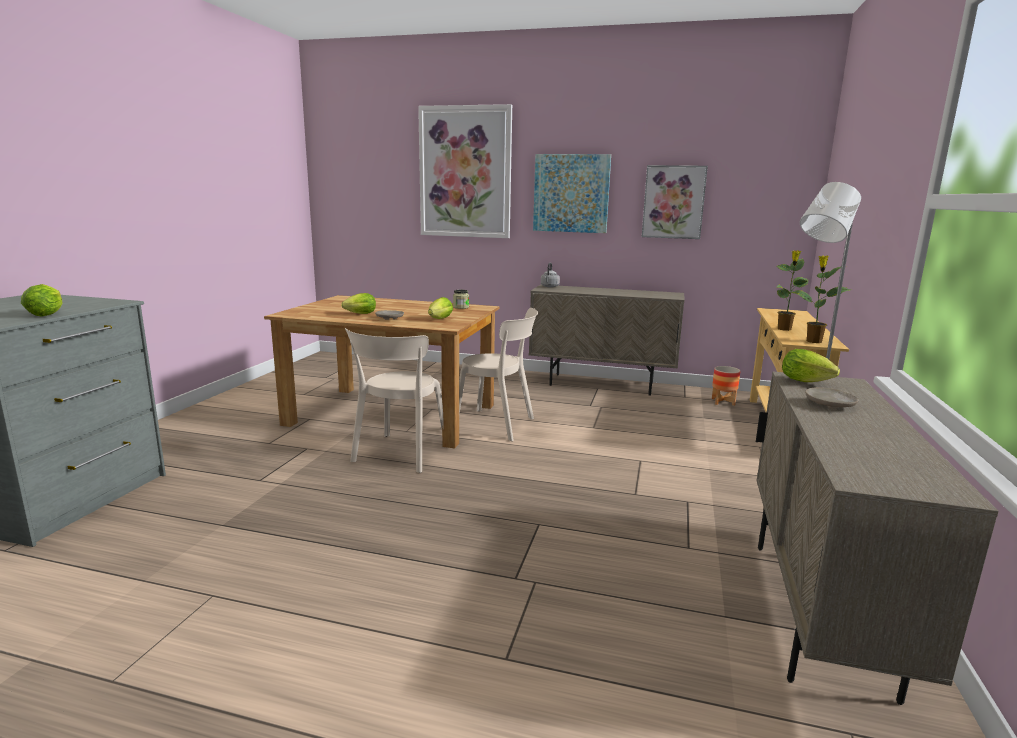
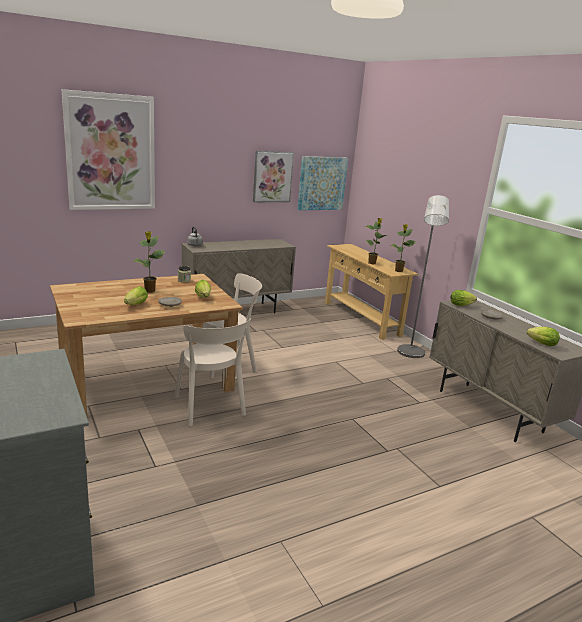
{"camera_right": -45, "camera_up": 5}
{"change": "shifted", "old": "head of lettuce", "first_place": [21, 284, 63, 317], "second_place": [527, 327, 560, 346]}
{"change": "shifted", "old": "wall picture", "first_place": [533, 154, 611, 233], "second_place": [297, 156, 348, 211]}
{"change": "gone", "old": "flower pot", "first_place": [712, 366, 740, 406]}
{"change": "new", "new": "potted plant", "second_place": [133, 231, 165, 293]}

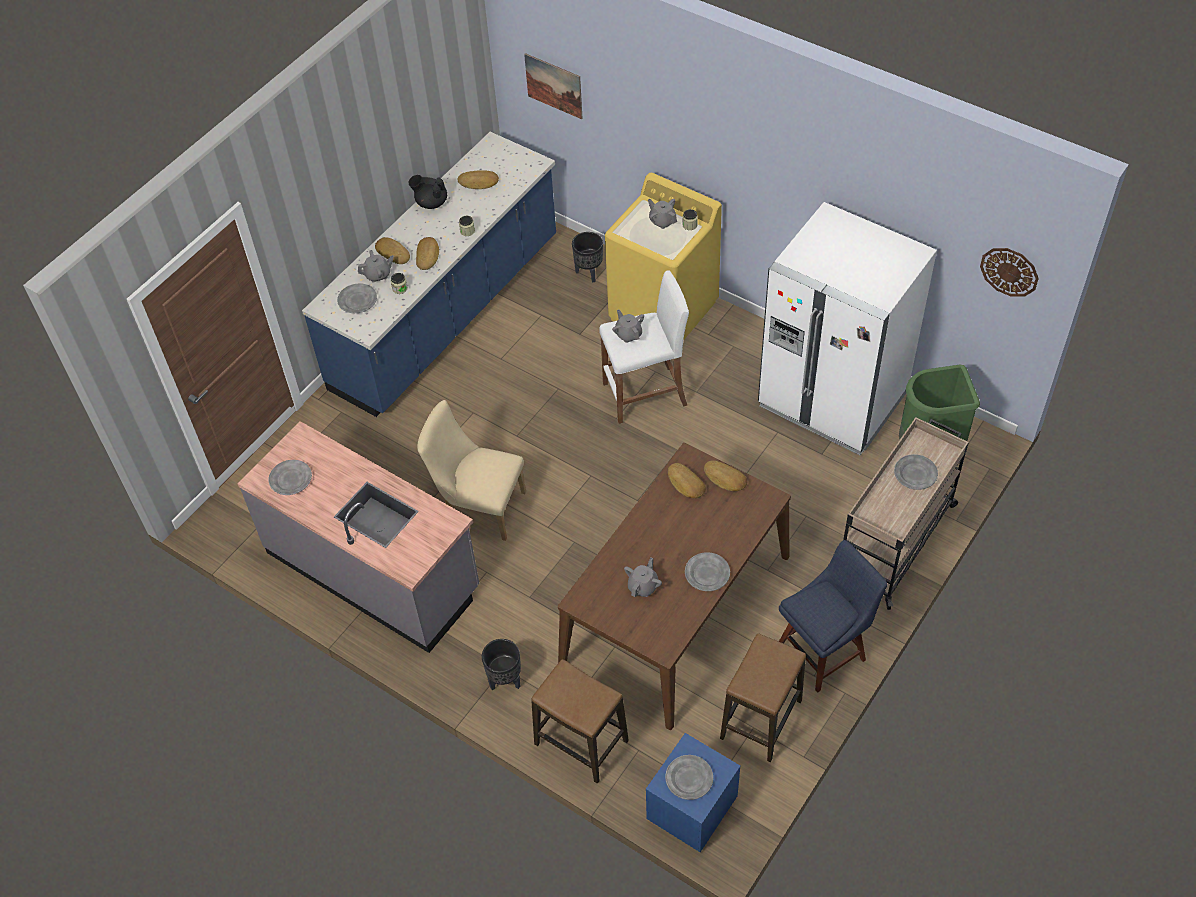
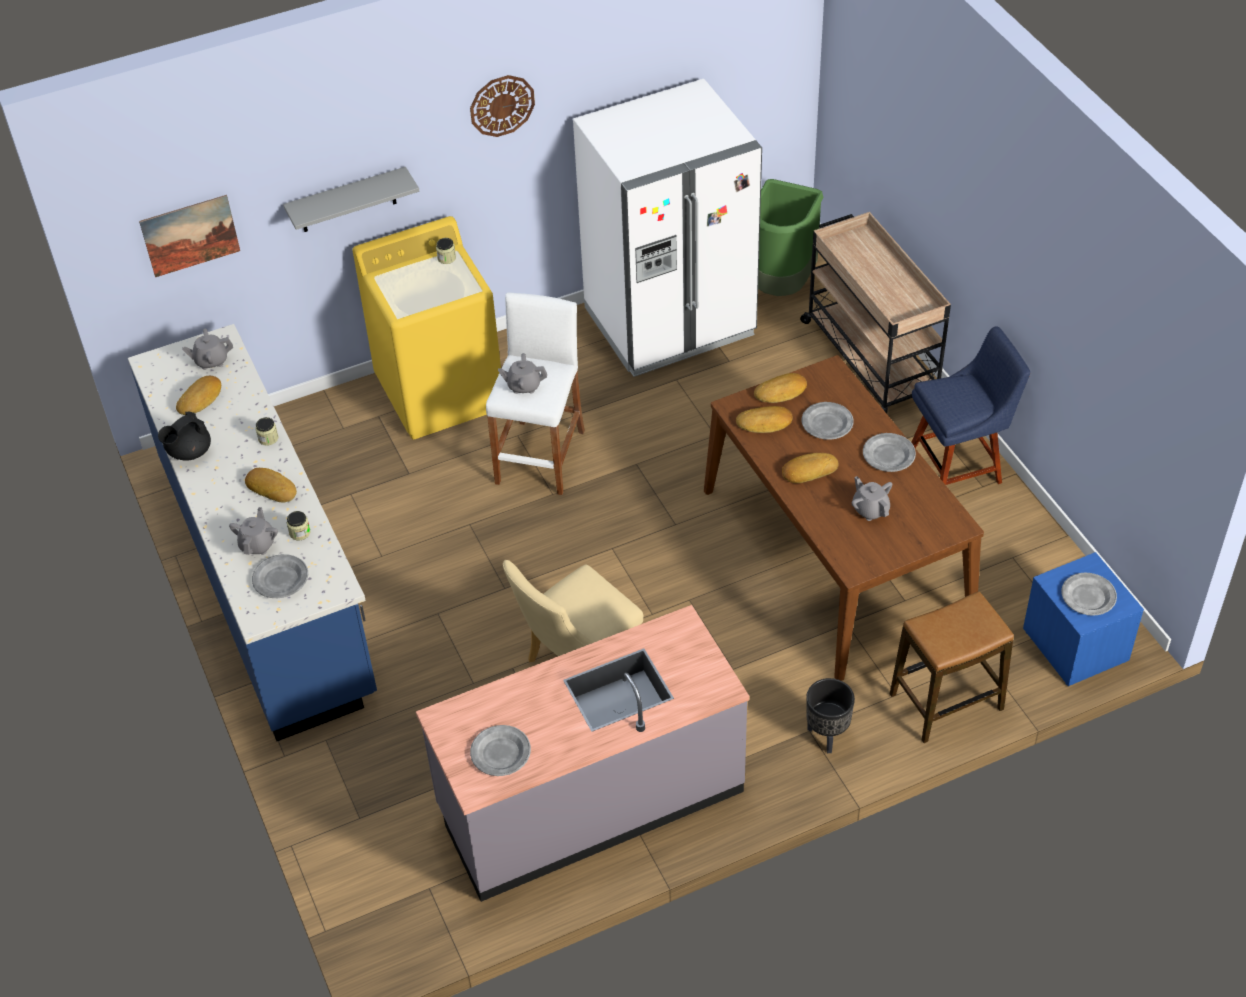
{"camera_right": -60, "camera_up": -5}
{"change": "shifted", "old": "bakery bread", "first_place": [375, 237, 410, 264], "second_place": [782, 453, 839, 483]}
{"change": "gone", "old": "black flower pot", "first_place": [572, 232, 603, 282]}
{"change": "shifted", "old": "gray tea pot", "first_place": [648, 199, 677, 229], "second_place": [182, 328, 233, 370]}
{"change": "gone", "old": "stool", "first_place": [720, 633, 806, 762]}
{"change": "rotated", "old": "blue chair", "first_place": [779, 540, 887, 693], "second_place": [911, 326, 1030, 485], "degrees": 75}
{"change": "shifted", "old": "gray flat dish", "first_place": [894, 454, 938, 490], "second_place": [802, 402, 854, 440]}
{"change": "shifted", "old": "hanging clock", "first_place": [980, 248, 1039, 297], "second_place": [470, 75, 535, 137]}
{"change": "new", "new": "gray wall shelf", "second_place": [283, 167, 419, 232]}

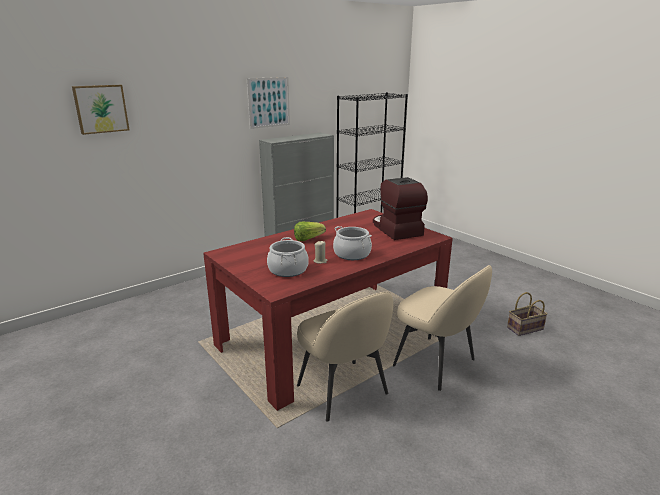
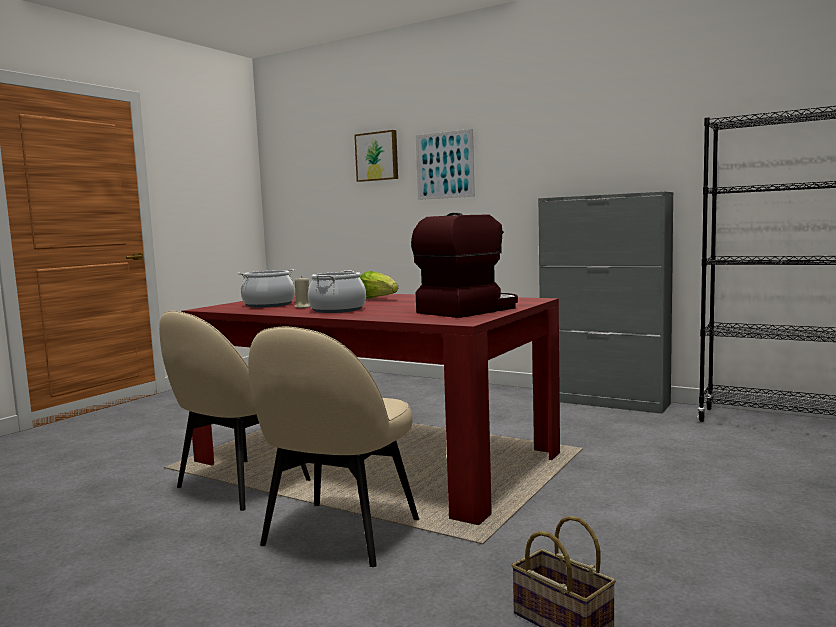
{"camera_right": 70, "camera_up": -15}
{"change": "shifted", "old": "wall picture", "first_place": [247, 77, 290, 129], "second_place": [416, 129, 475, 200]}

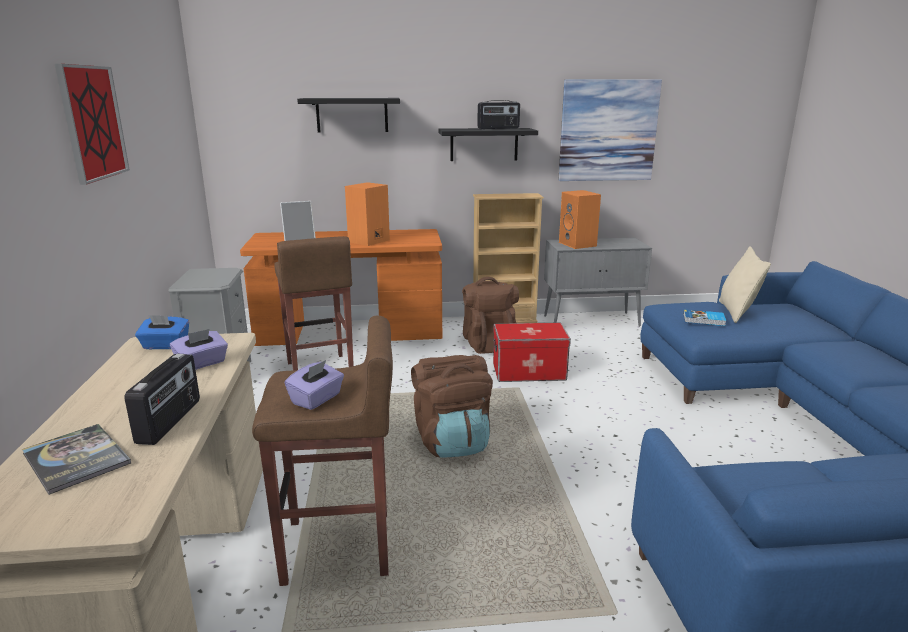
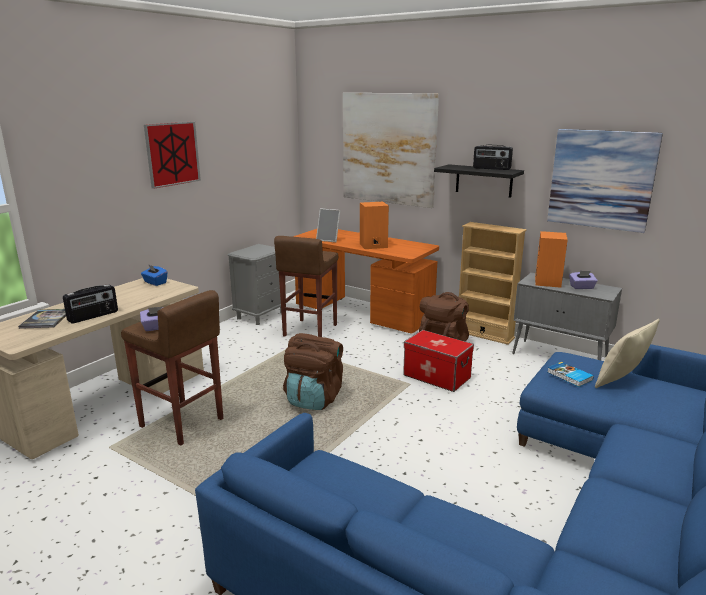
{"camera_right": 40, "camera_up": 0}
{"change": "shifted", "old": "purple-coloured tissue holder", "first_place": [170, 329, 228, 370], "second_place": [569, 271, 598, 289]}
{"change": "swapped", "old": "black wall shelf", "new": "wall picture", "first_place": [297, 98, 400, 132], "second_place": [343, 93, 439, 208]}

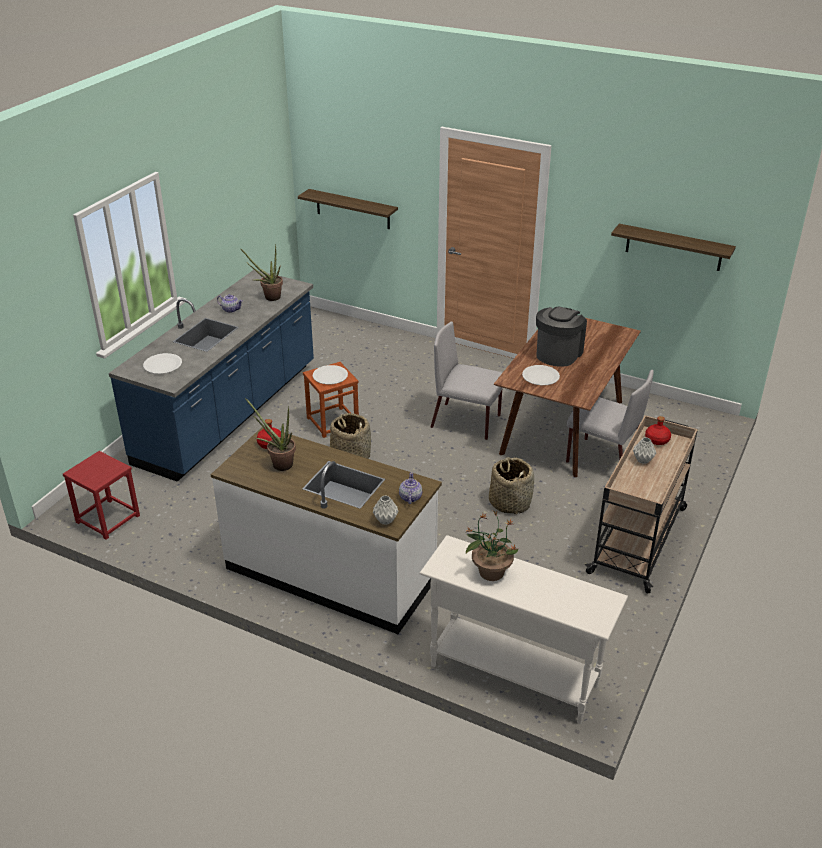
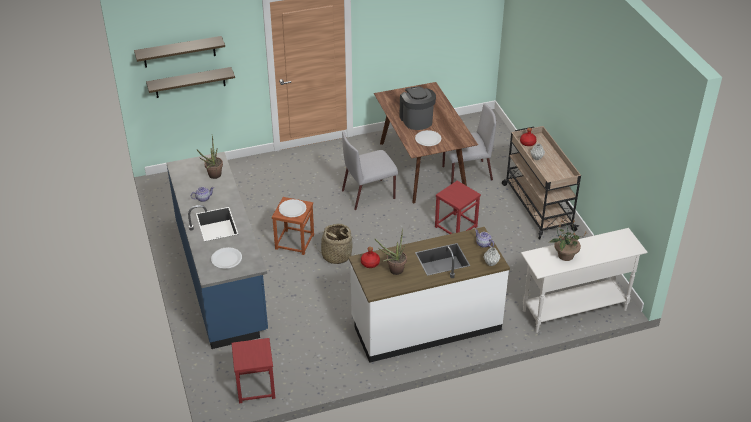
{"camera_right": -45, "camera_up": 5}
{"change": "swapped", "old": "storage basket", "new": "reddish stool", "first_place": [489, 457, 534, 514], "second_place": [435, 181, 481, 234]}
{"change": "shifted", "old": "wall shelf", "first_place": [611, 224, 736, 271], "second_place": [134, 36, 225, 68]}

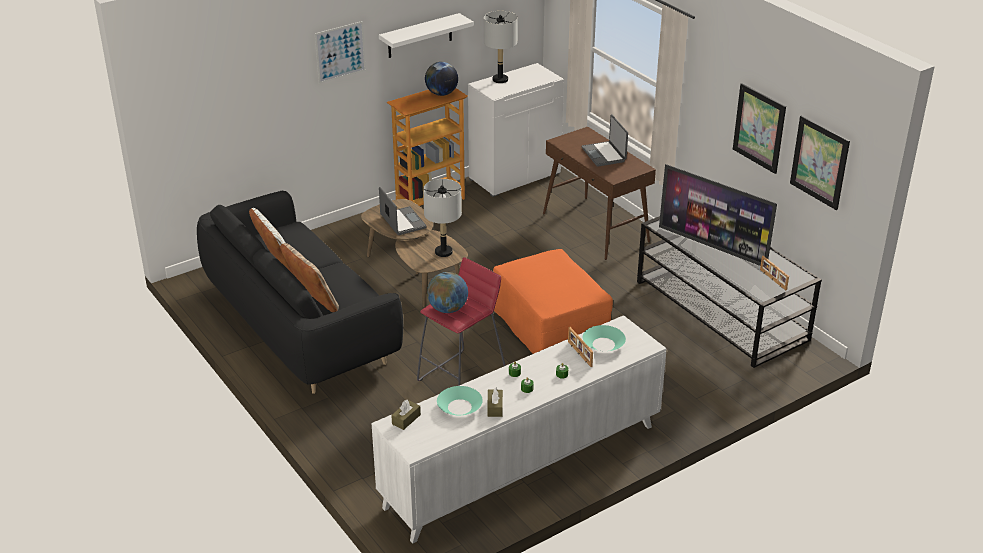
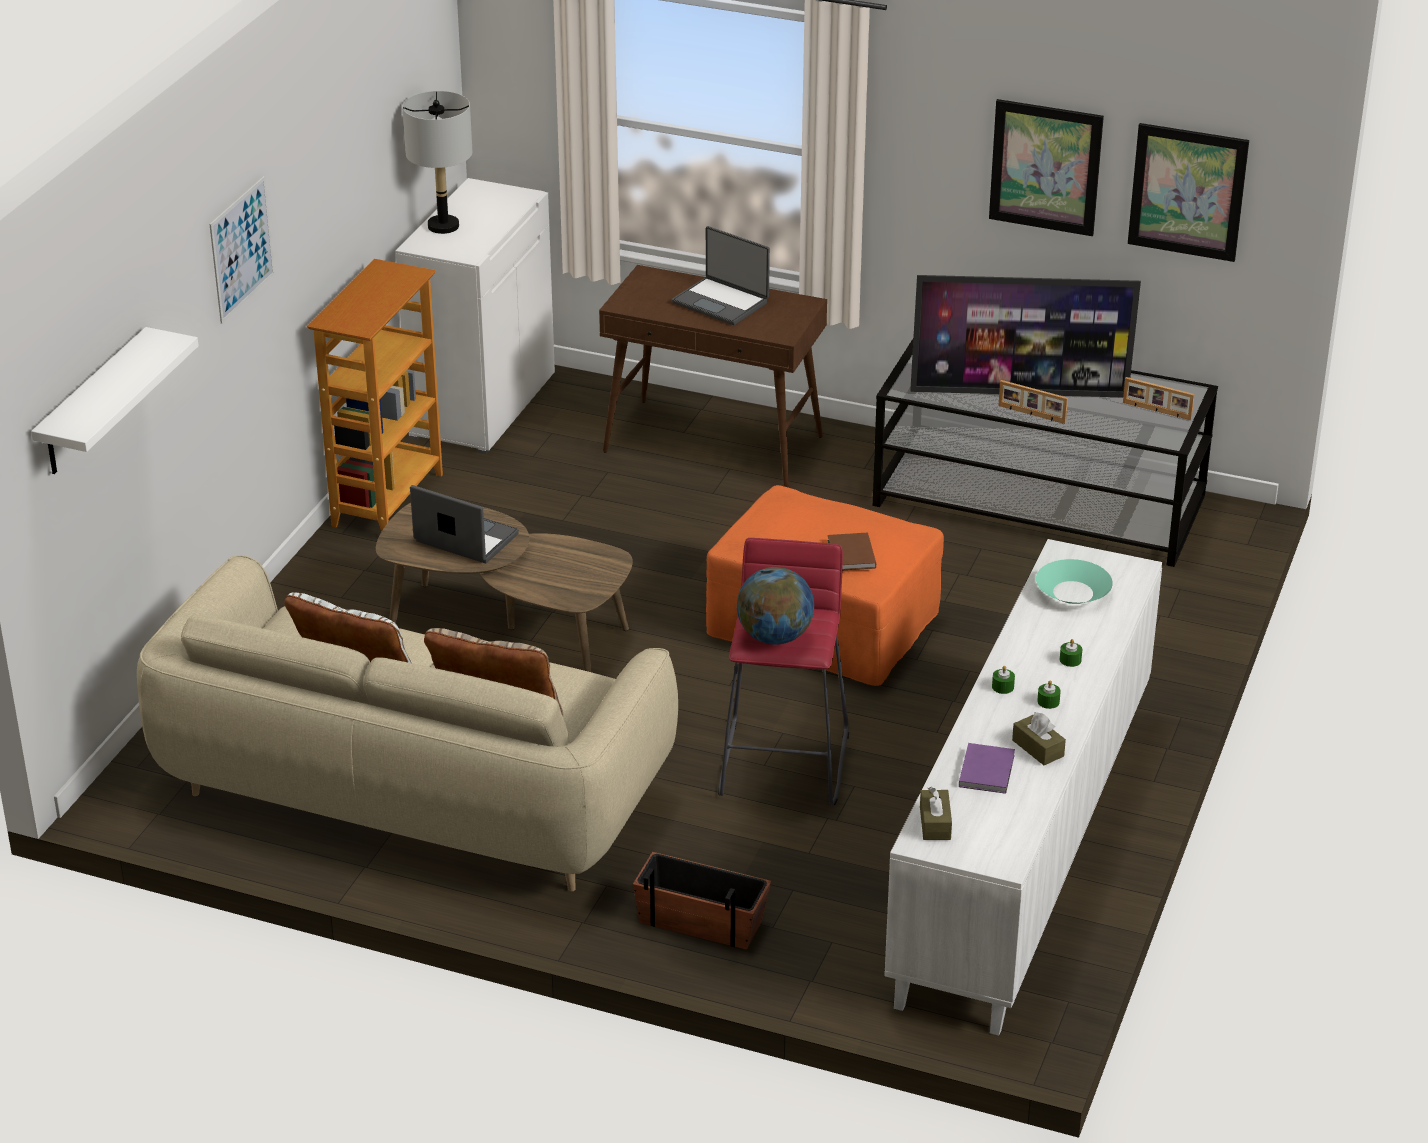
{"camera_right": -35, "camera_up": 0}
{"change": "repainted", "old": "black sofa", "new": "beige sofa", "first_place": [197, 191, 403, 394], "second_place": [137, 555, 678, 891]}
{"change": "shifted", "old": "white-coloured wall shelf", "first_place": [379, 13, 474, 58], "second_place": [31, 327, 199, 474]}
{"change": "gone", "old": "gray table lamp", "first_place": [423, 179, 462, 257]}
{"change": "gone", "old": "world globe", "first_place": [425, 62, 458, 96]}
{"change": "swapped", "old": "turquoise bowl", "new": "purple-coloured volume", "first_place": [437, 386, 483, 415], "second_place": [959, 743, 1015, 794]}
{"change": "shifted", "old": "photo frame", "first_place": [568, 327, 593, 367], "second_place": [998, 380, 1068, 424]}
{"change": "new", "new": "flower pot", "second_place": [633, 852, 771, 950]}
{"change": "new", "new": "brown volume", "second_place": [828, 532, 876, 570]}

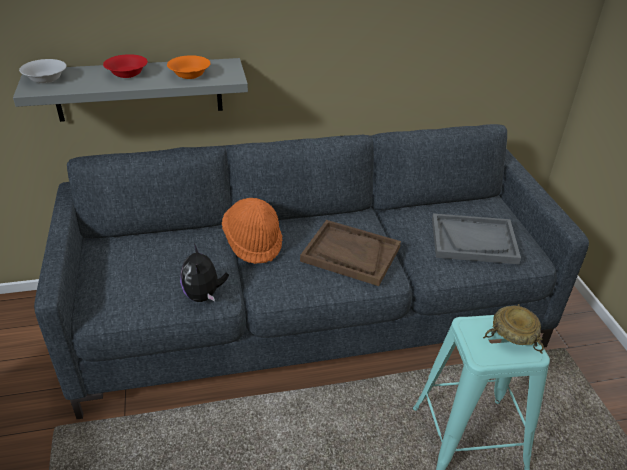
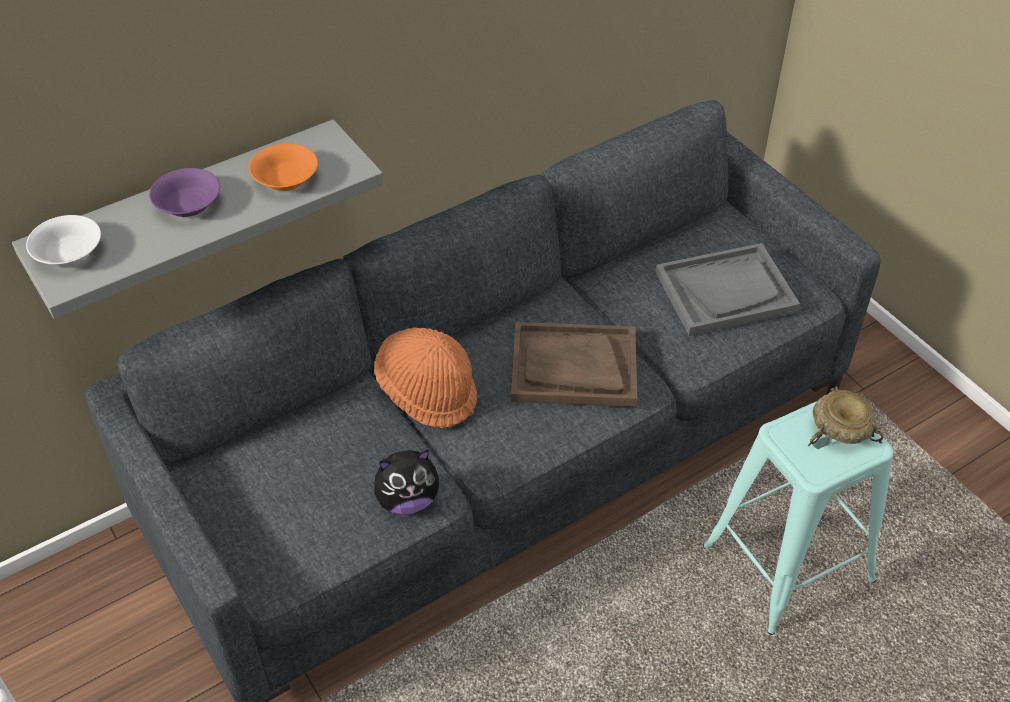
{"camera_right": -20, "camera_up": 10}
{"change": "repainted", "old": "reddish bowl", "new": "purple-coloured bowl", "first_place": [103, 54, 148, 78], "second_place": [149, 168, 220, 217]}
{"change": "rotated", "old": "plush toy", "first_place": [180, 244, 229, 302], "second_place": [374, 449, 439, 515], "degrees": -75}

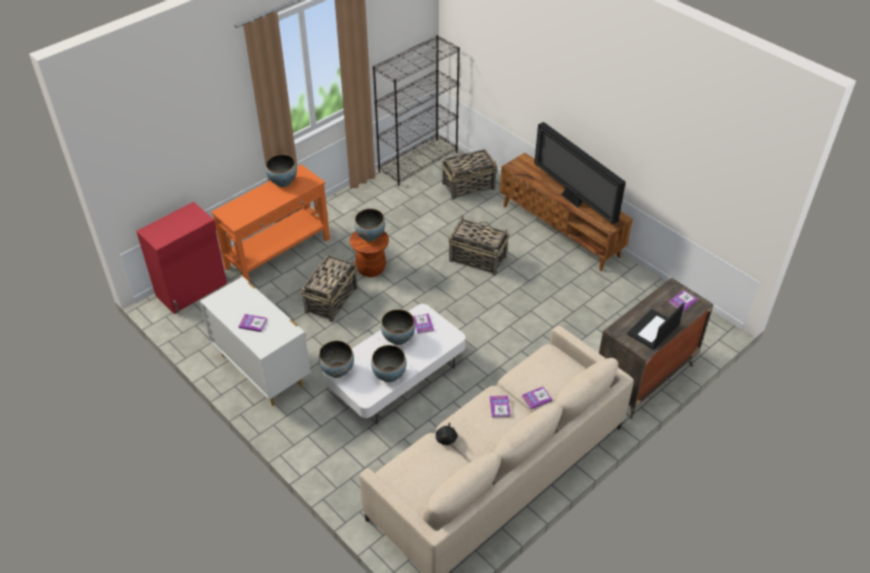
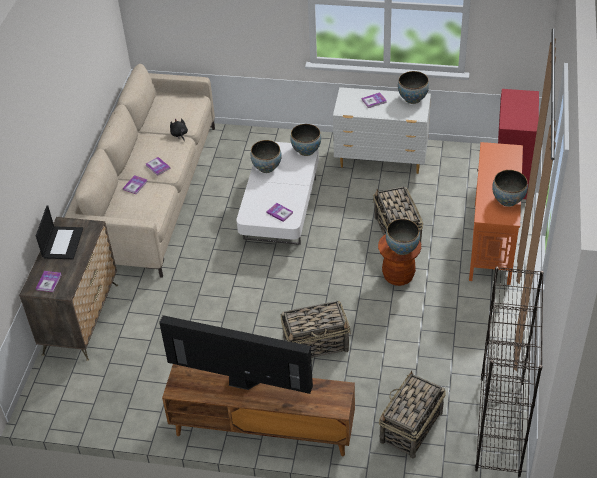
{"camera_right": 145, "camera_up": 0}
{"change": "shifted", "old": "bowl", "first_place": [381, 309, 415, 345], "second_place": [398, 71, 429, 104]}

